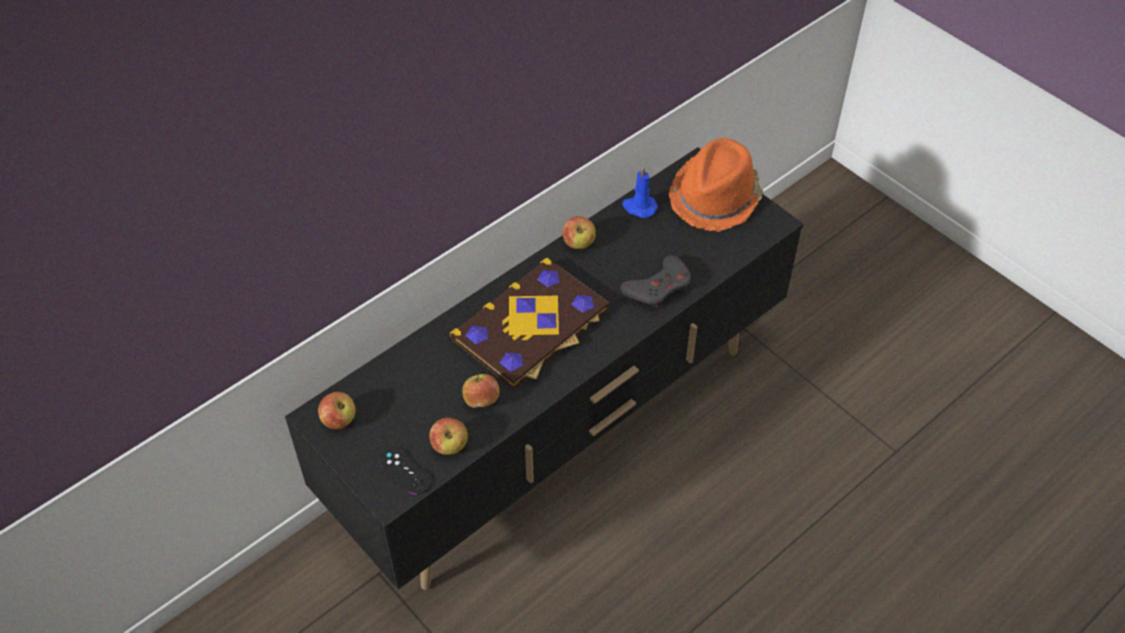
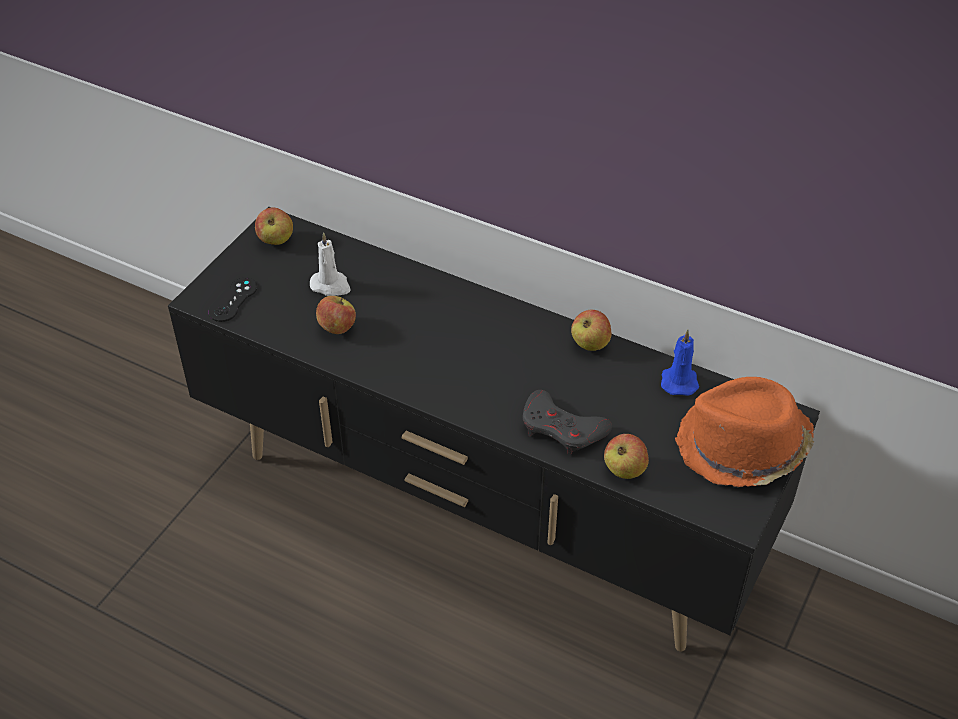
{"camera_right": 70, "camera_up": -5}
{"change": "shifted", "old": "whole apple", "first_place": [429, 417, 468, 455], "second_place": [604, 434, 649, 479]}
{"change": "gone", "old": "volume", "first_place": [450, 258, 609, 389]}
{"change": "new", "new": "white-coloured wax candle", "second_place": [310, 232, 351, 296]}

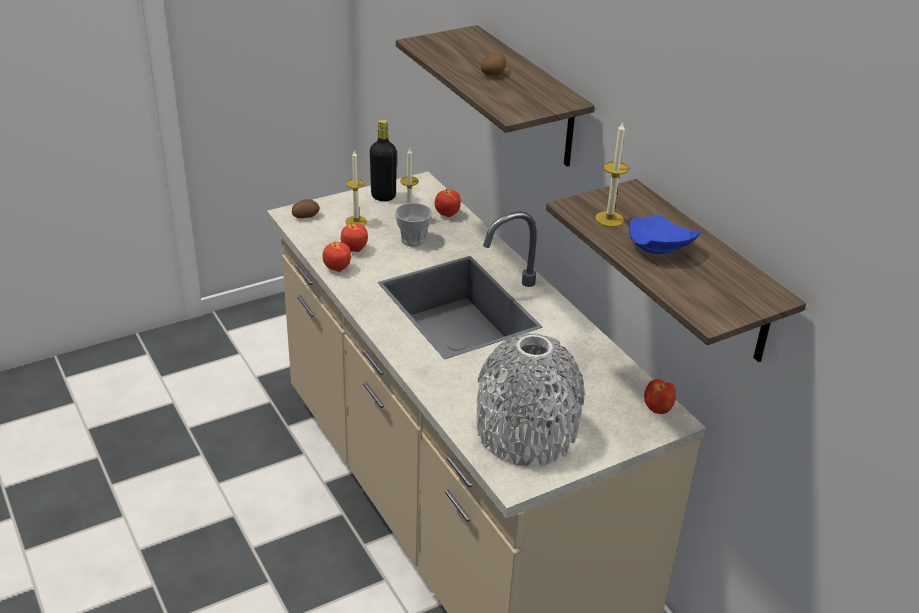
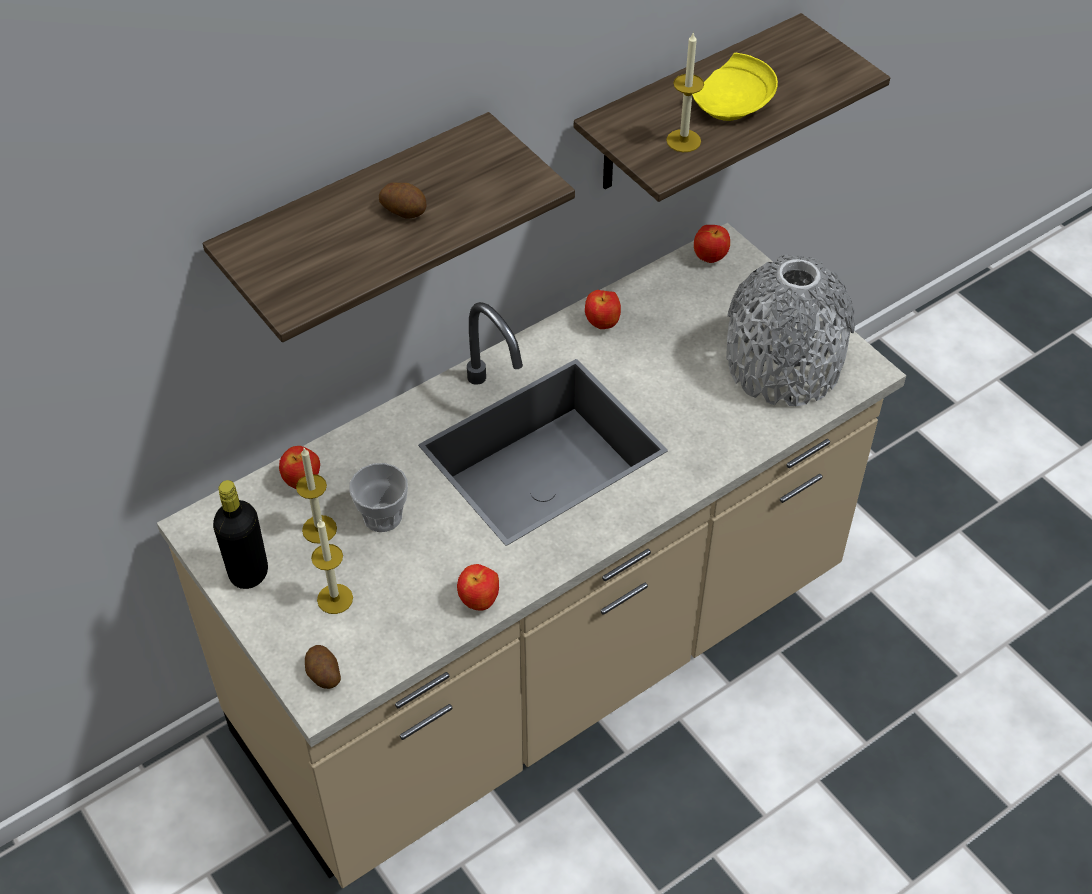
{"camera_right": -95, "camera_up": 15}
{"change": "shifted", "old": "whole apple", "first_place": [341, 223, 368, 252], "second_place": [585, 290, 621, 329]}
{"change": "repainted", "old": "blue flat dish", "new": "yellowish flat dish", "first_place": [629, 215, 701, 254], "second_place": [692, 53, 778, 121]}

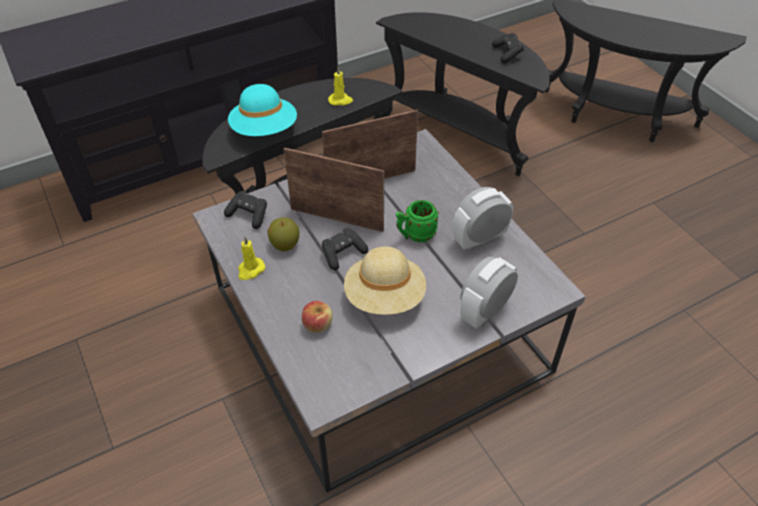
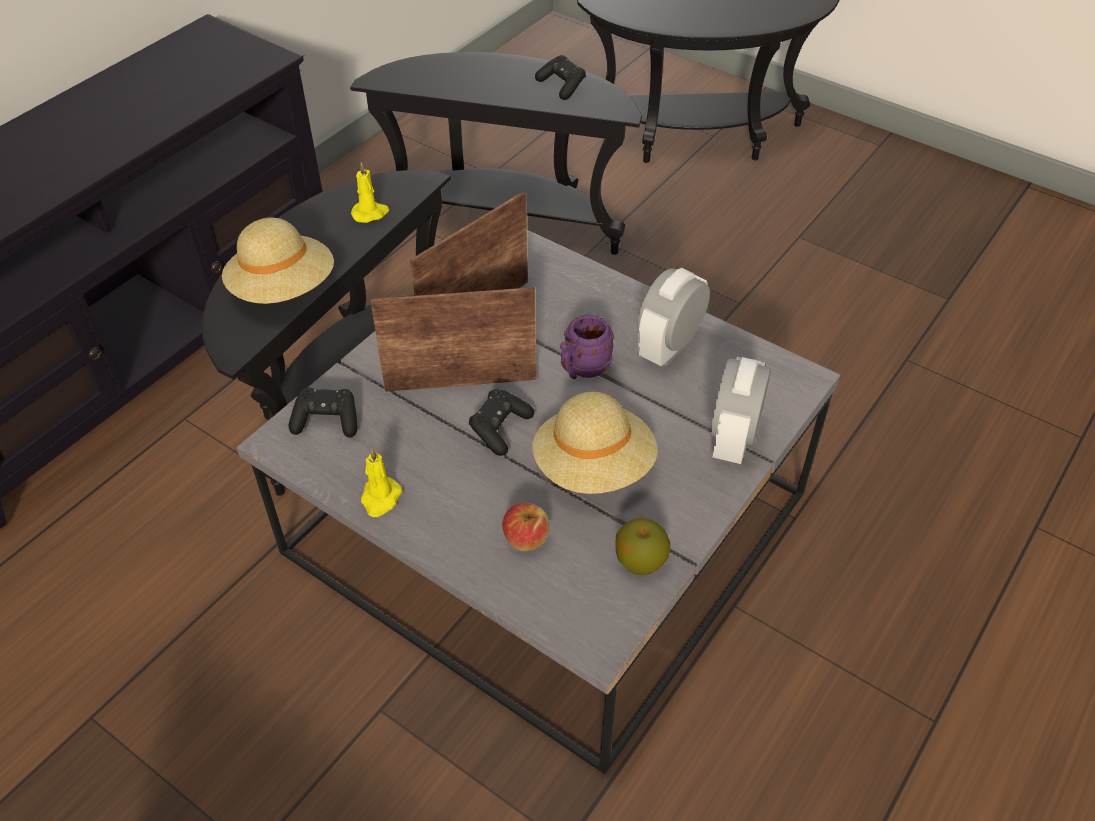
{"camera_right": -25, "camera_up": 0}
{"change": "repainted", "old": "turquoise clothing hat", "new": "beige clothing hat", "first_place": [228, 84, 297, 136], "second_place": [222, 217, 334, 304]}
{"change": "shifted", "old": "whole apple", "first_place": [267, 217, 299, 251], "second_place": [615, 518, 670, 575]}
{"change": "repainted", "old": "greenish mug", "new": "purple-coloured mug", "first_place": [396, 200, 439, 242], "second_place": [560, 315, 614, 379]}

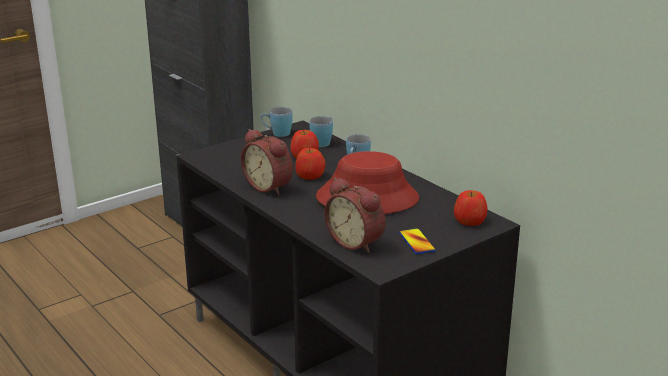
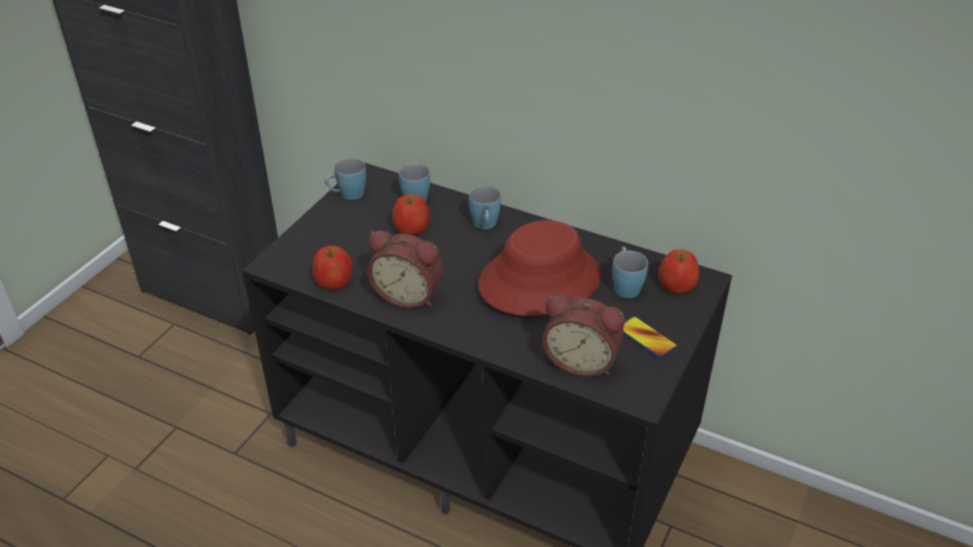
{"camera_right": -25, "camera_up": 15}
{"change": "shifted", "old": "whole apple", "first_place": [295, 148, 326, 180], "second_place": [312, 246, 353, 290]}
{"change": "new", "new": "blue mug", "second_place": [612, 247, 648, 298]}

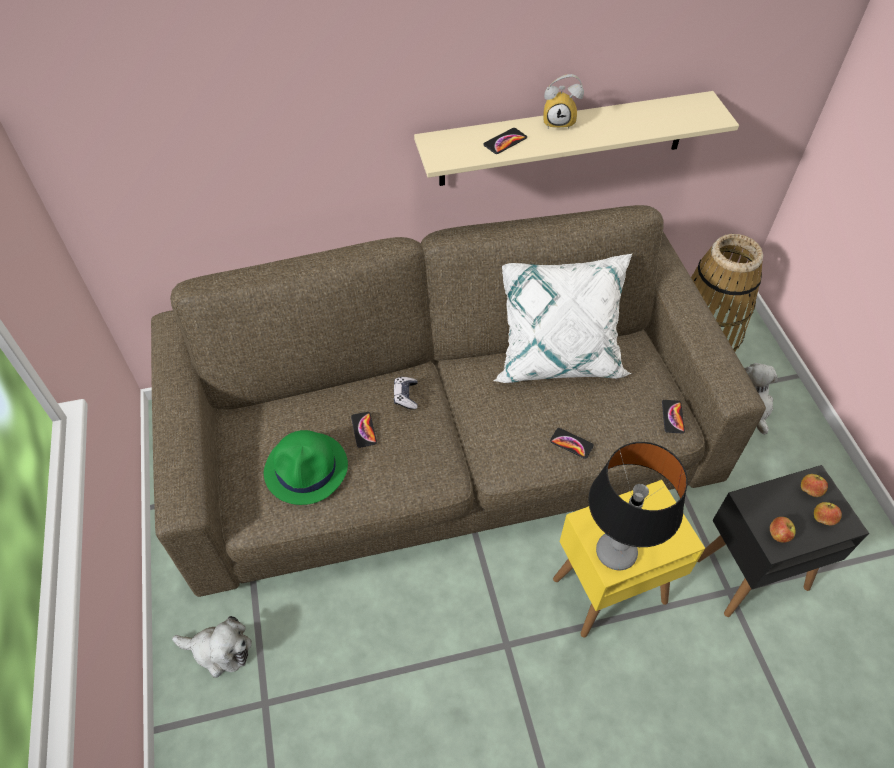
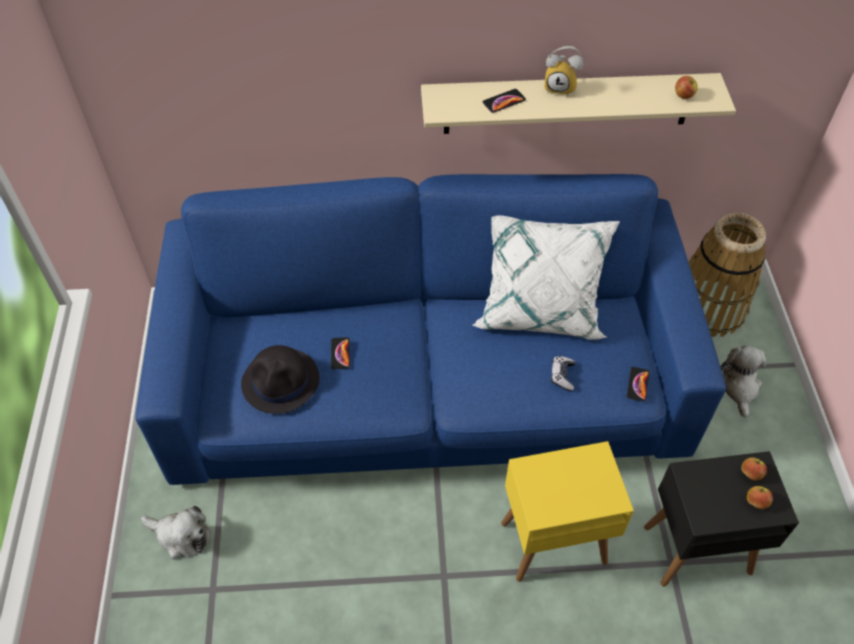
{"camera_right": 10, "camera_up": 0}
{"change": "repainted", "old": "brown sofa", "new": "blue sofa", "first_place": [151, 205, 766, 597], "second_place": [135, 174, 726, 485]}
{"change": "repainted", "old": "greenish clothing hat", "new": "black clothing hat", "first_place": [264, 430, 348, 505], "second_place": [241, 345, 319, 414]}
{"change": "shifted", "old": "joypad", "first_place": [394, 377, 418, 410], "second_place": [551, 356, 576, 391]}
{"change": "gone", "old": "phone", "first_place": [550, 428, 594, 459]}
{"change": "gone", "old": "table lamp", "first_place": [588, 442, 688, 570]}
{"change": "shifted", "old": "whole apple", "first_place": [770, 517, 796, 542], "second_place": [675, 76, 698, 99]}

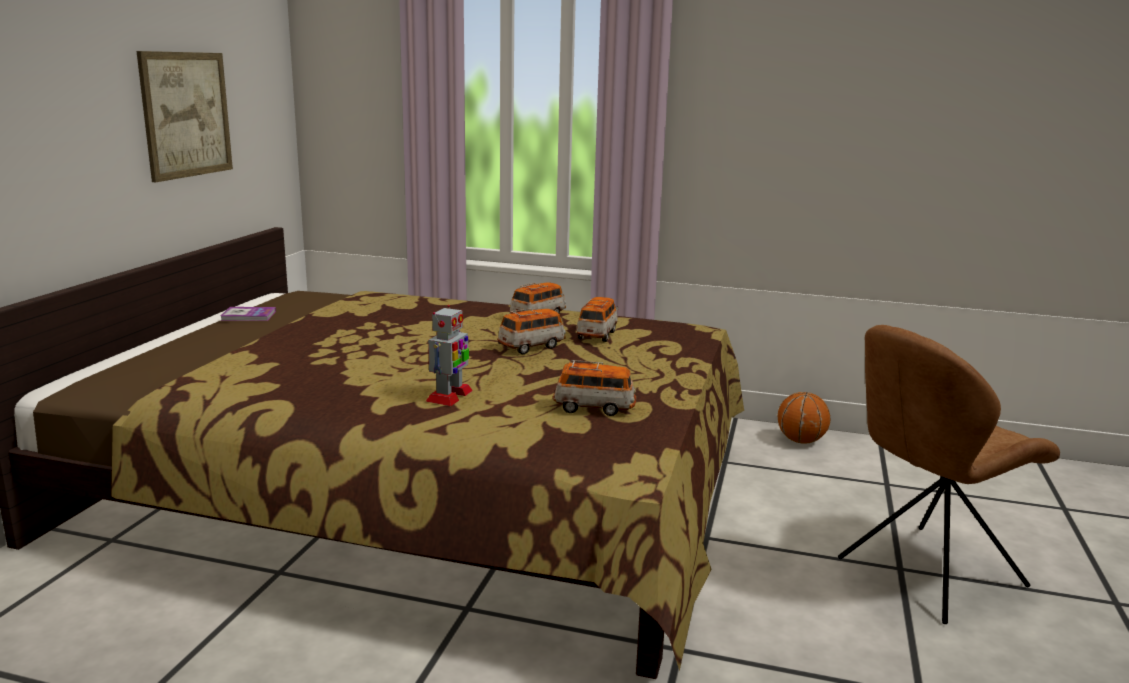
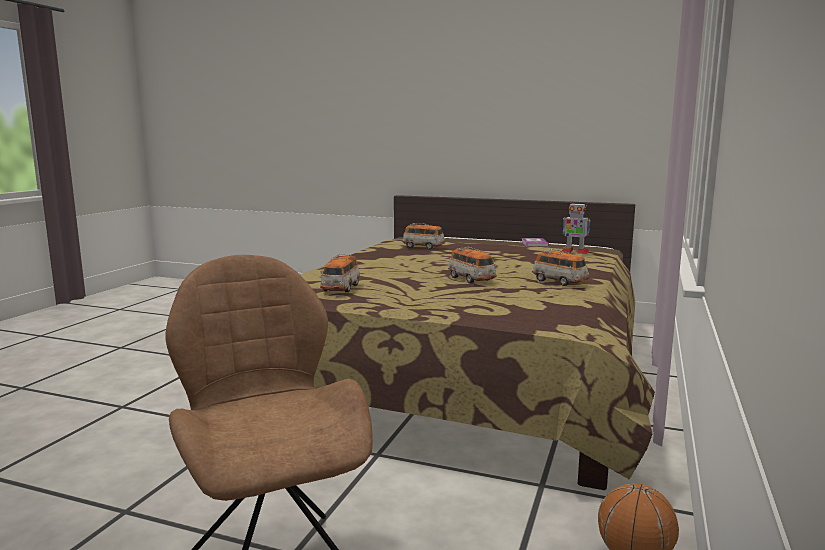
{"camera_right": 95, "camera_up": -5}
{"change": "gone", "old": "wall picture", "first_place": [137, 51, 233, 182]}
{"change": "shifted", "old": "robot figure", "first_place": [426, 305, 473, 406], "second_place": [562, 202, 591, 254]}
{"change": "shifted", "old": "miniature car", "first_place": [576, 297, 618, 342], "second_place": [402, 223, 445, 250]}

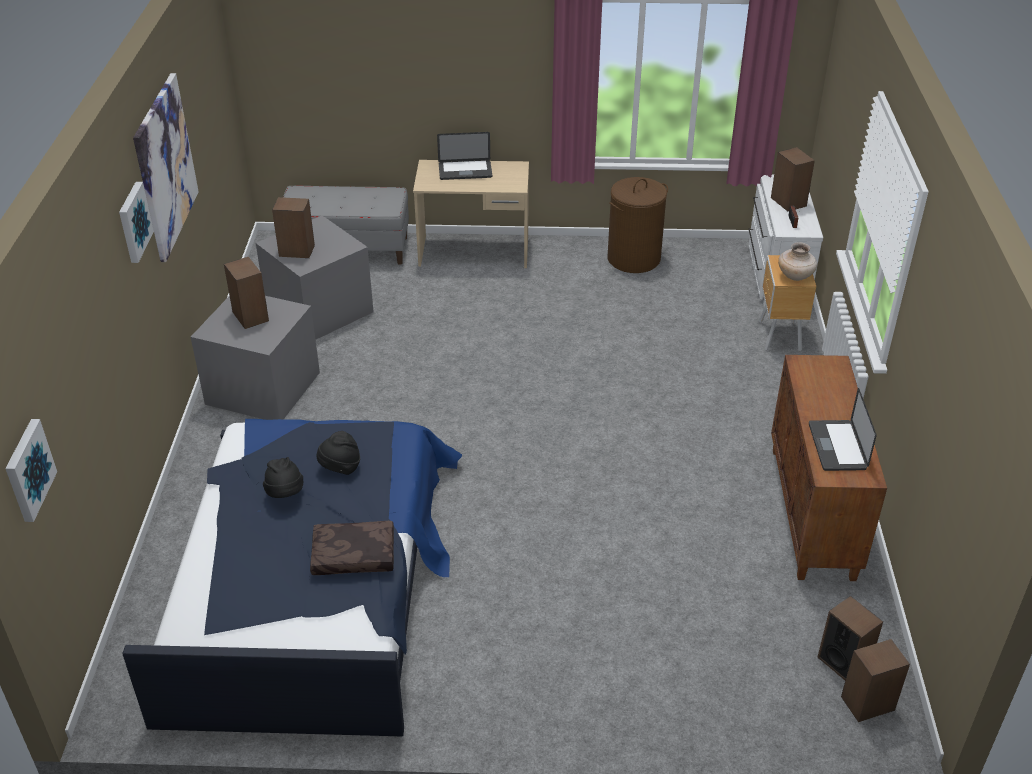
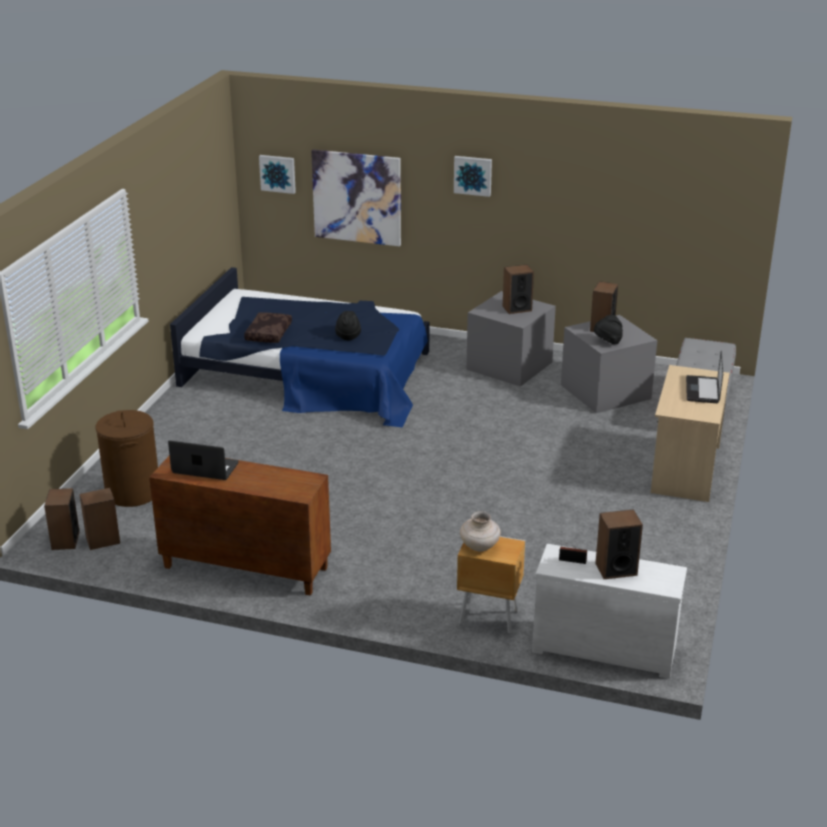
{"camera_right": 105, "camera_up": -10}
{"change": "shifted", "old": "wall picture", "first_place": [133, 73, 199, 262], "second_place": [311, 149, 401, 247]}
{"change": "shifted", "old": "black clothing hat", "first_place": [263, 457, 303, 498], "second_place": [594, 315, 623, 344]}
{"change": "shifted", "old": "brown washing basket", "first_place": [608, 177, 668, 273], "second_place": [96, 410, 158, 507]}

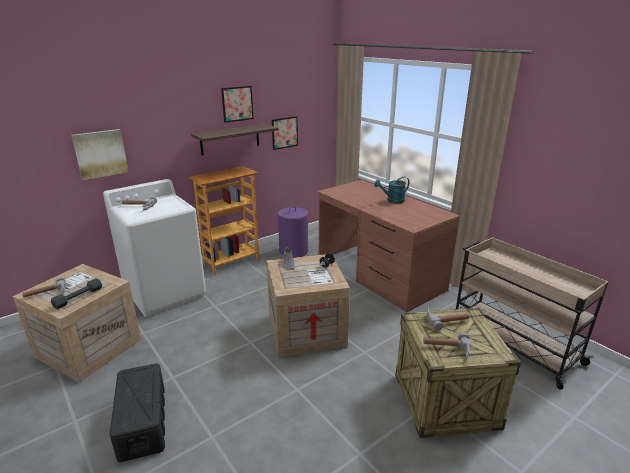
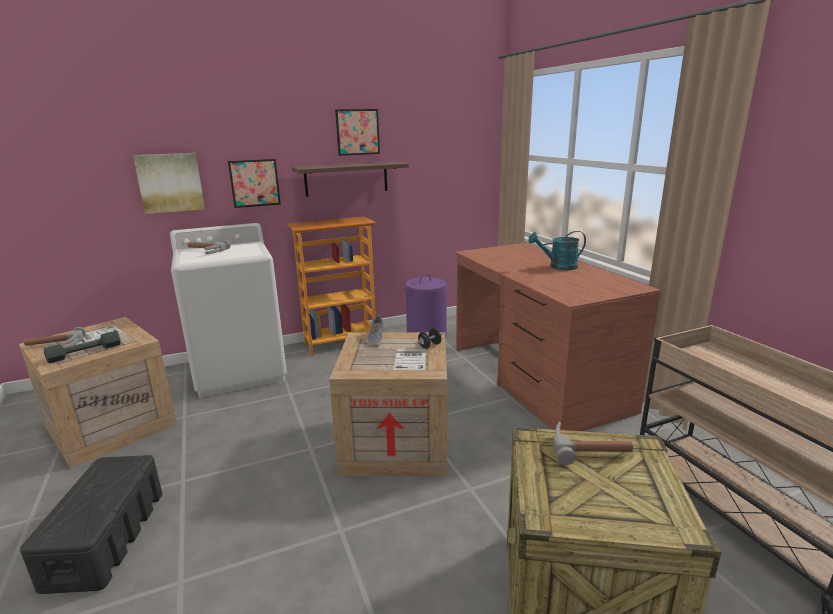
{"camera_right": 15, "camera_up": -5}
{"change": "shifted", "old": "wall picture", "first_place": [272, 116, 298, 150], "second_place": [228, 159, 281, 208]}
{"change": "gone", "old": "tool hammer", "first_place": [423, 333, 471, 361]}

